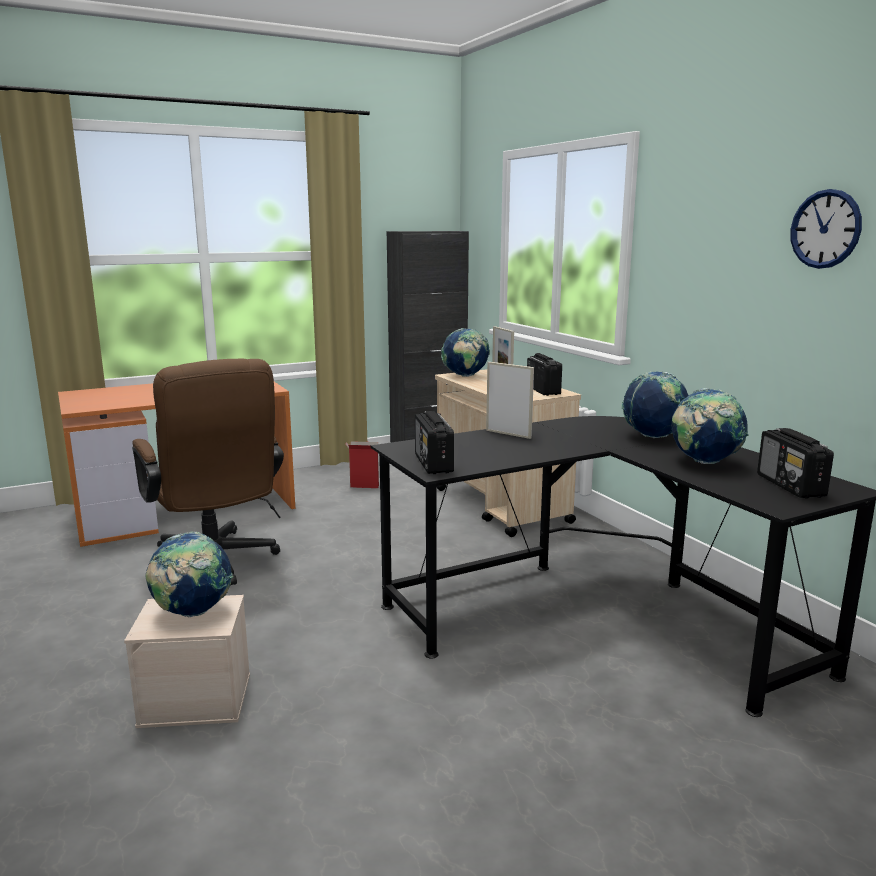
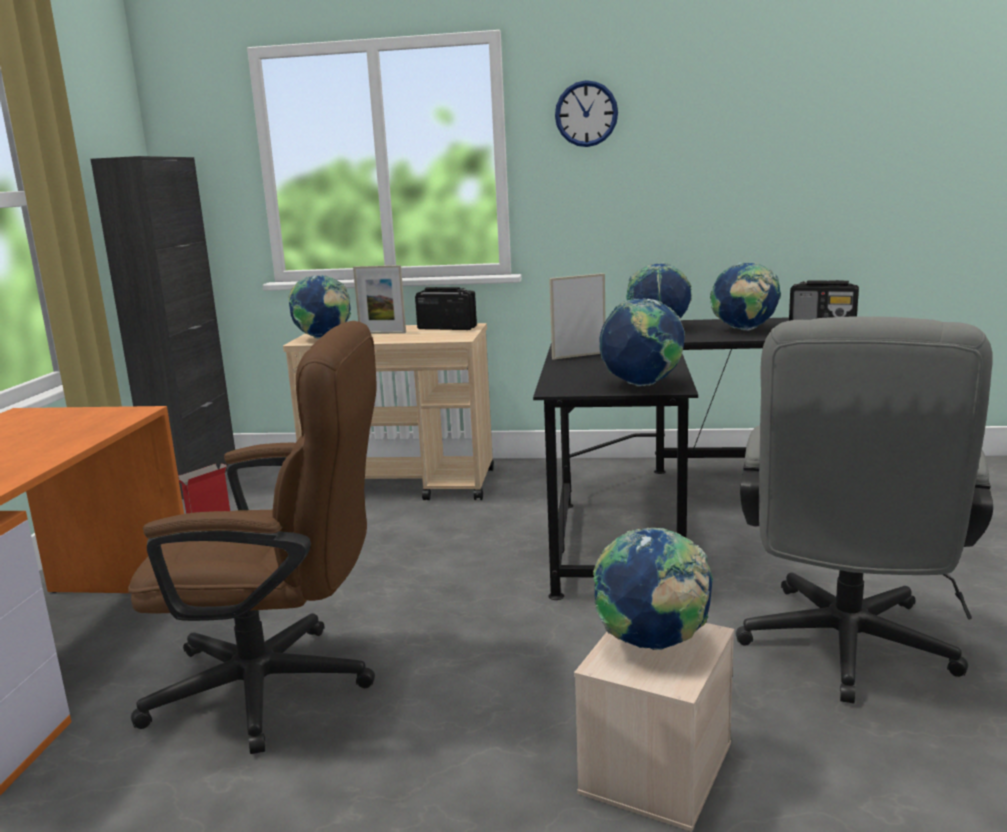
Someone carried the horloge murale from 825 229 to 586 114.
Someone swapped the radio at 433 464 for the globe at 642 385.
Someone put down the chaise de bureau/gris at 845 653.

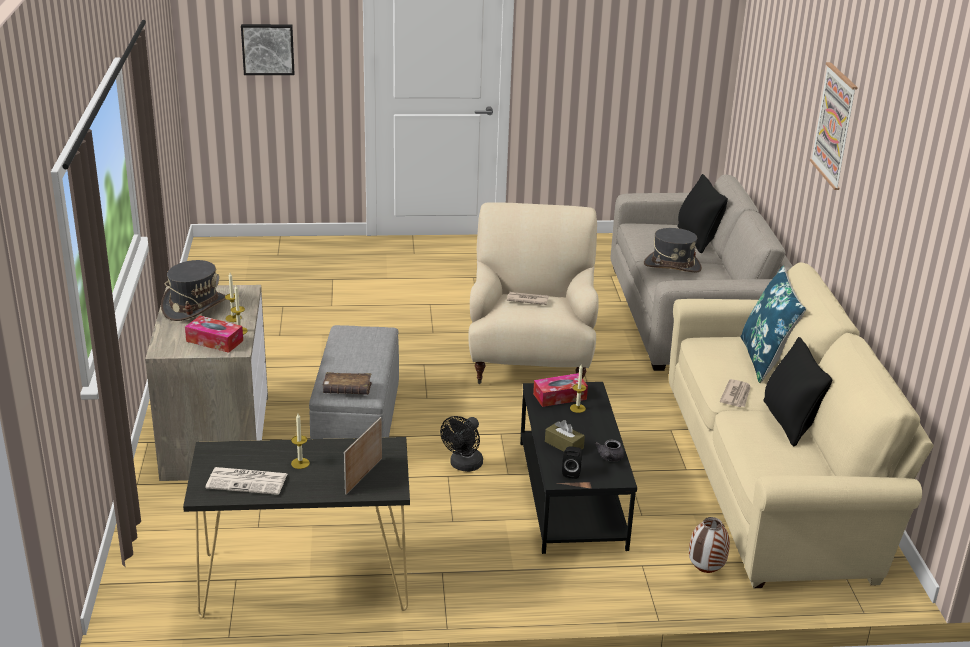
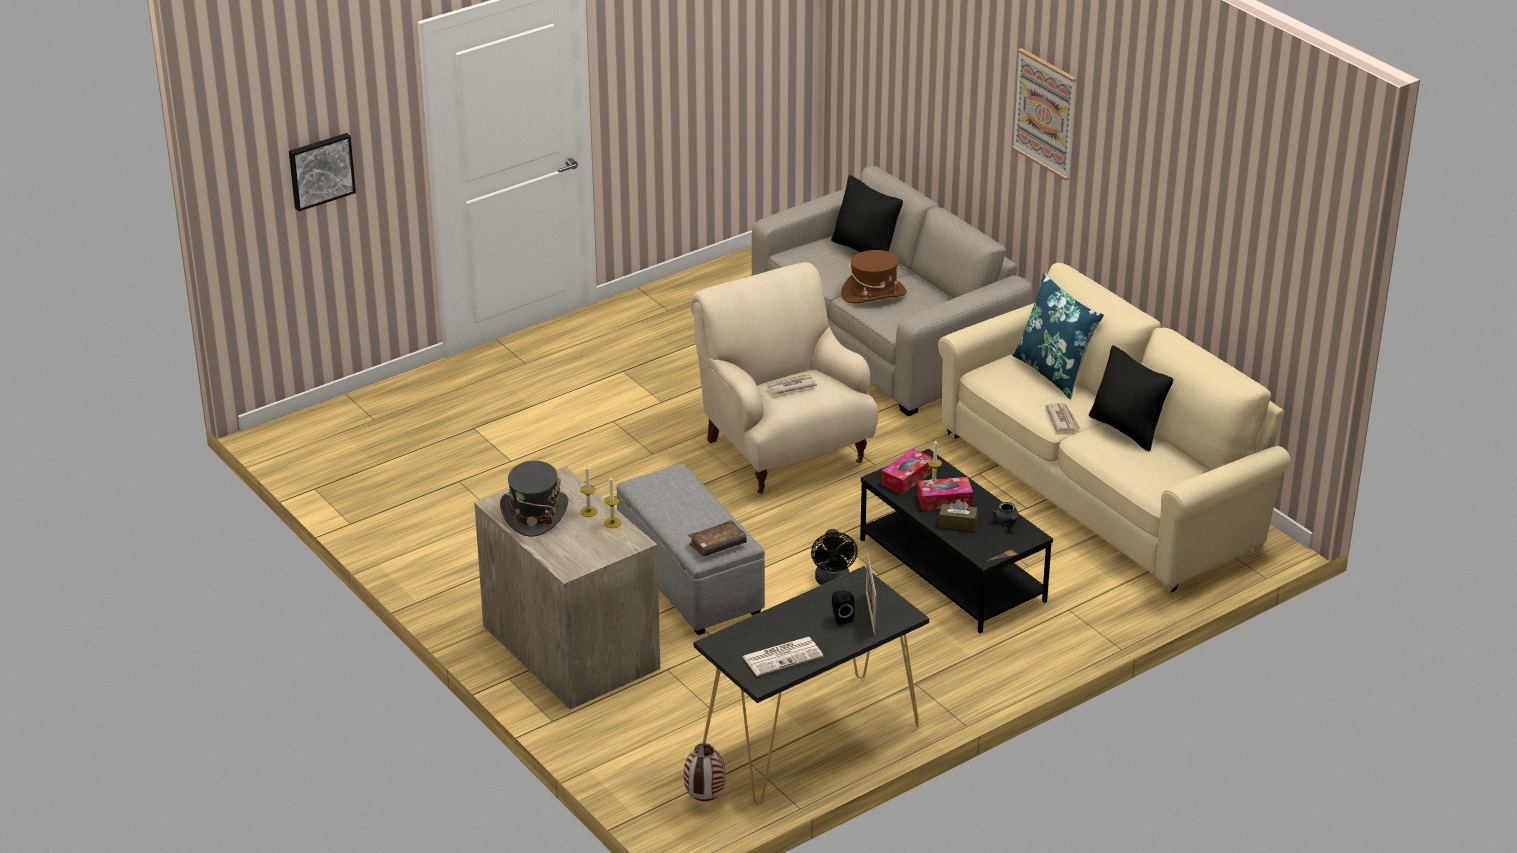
Someone carried the vase from 705 571 to 705 799.
Someone carried the enceinte/noir from 572 472 to 841 617.
Someone repainted the chapeau/gris at 672 266, which became the chapeau/marron at 873 294.
Someone carried the boîte à mouchoirs from 214 341 to 944 500.
Someone took away the bougie at 300 463.

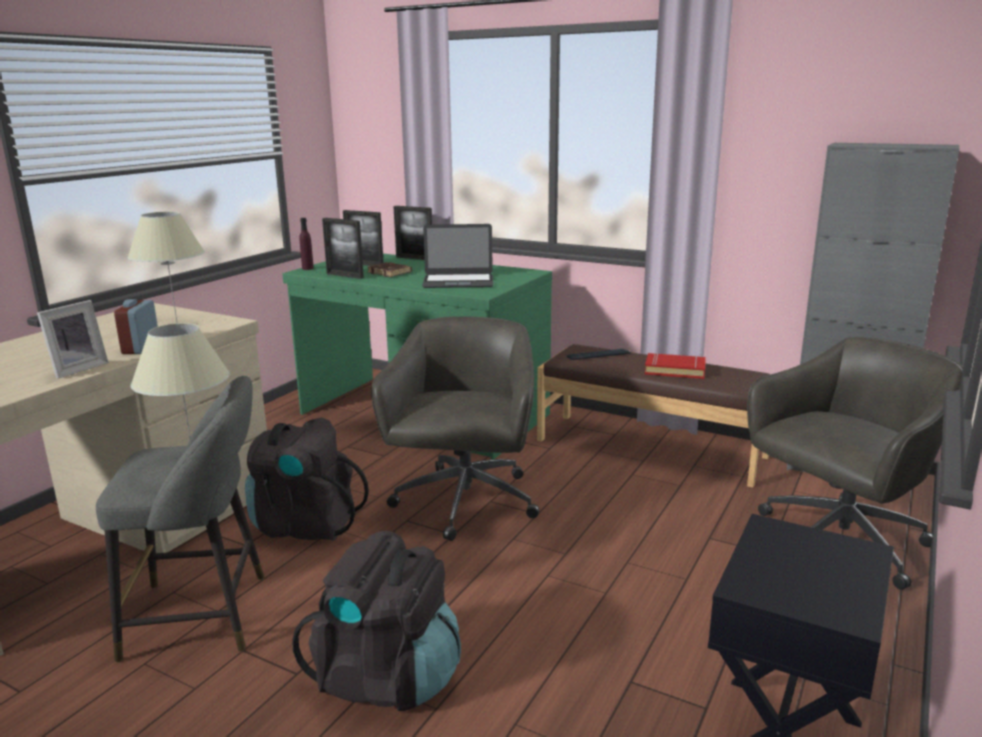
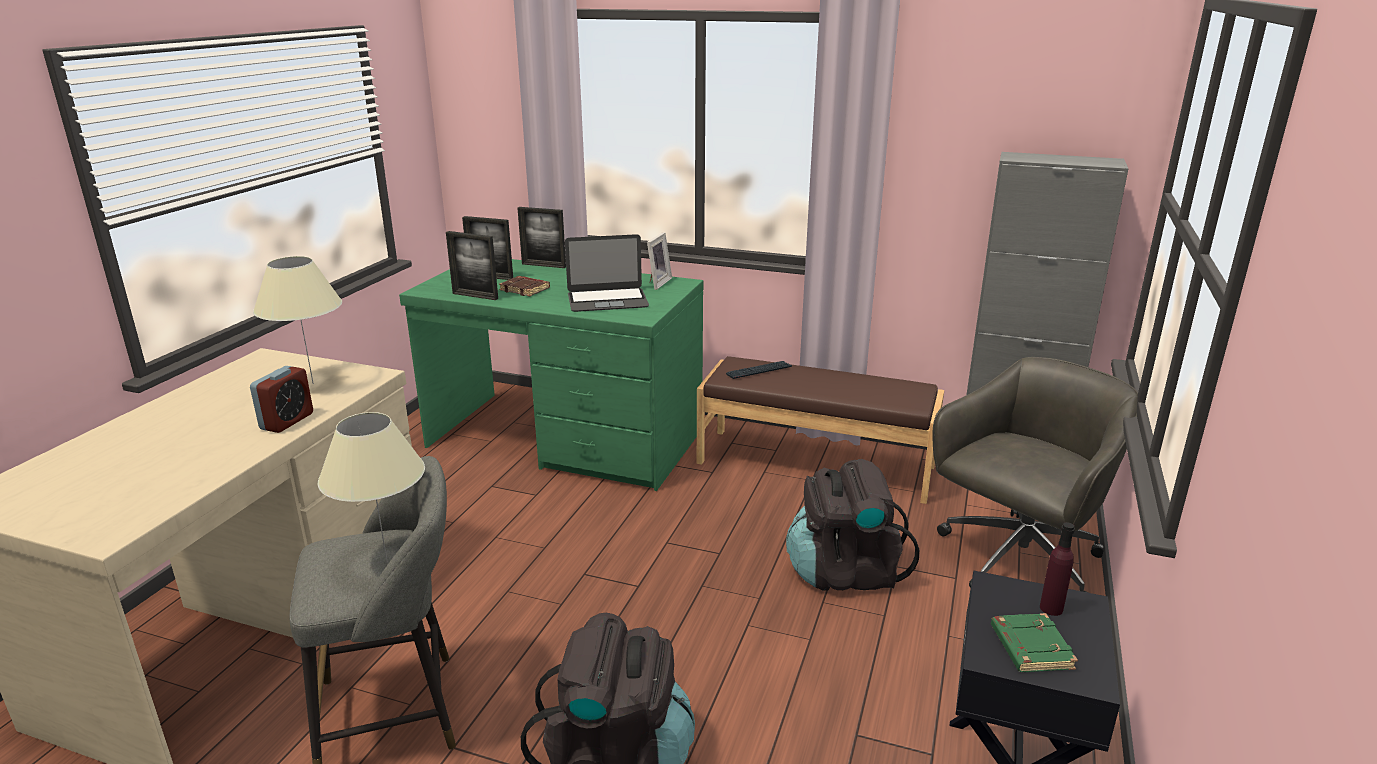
Someone rotated the réveil at 141 348 by 150 degrees counterclockwise.
Someone carried the cadre photo from 77 369 to 656 283.
Someone carried the sac à dos/noir from 305 525 to 844 572.
Someone put down the livre/vert at 1029 647.
Someone carried the bouteille/violet from 307 268 to 1051 608.
Someone took away the chaise de bureau/gris at 464 503.
Someone took away the livre/rouge at 675 370.

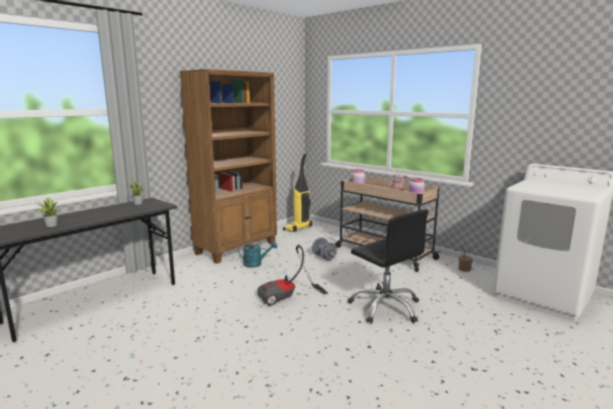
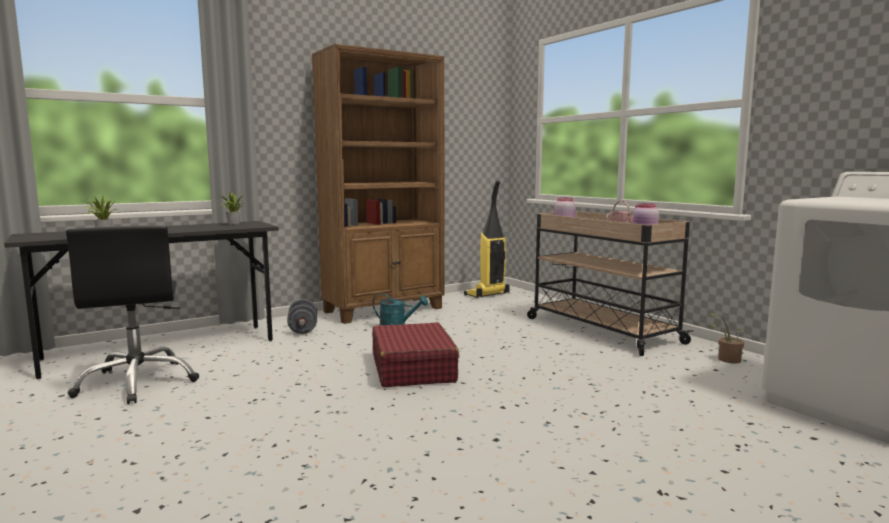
Someone carried the chaise de bureau/noir from 385 307 to 138 382.
Someone carried the haltère/gris from 324 257 to 303 329.
Someone swapped the aspirateur at 287 298 for the valise/rouge at 413 369.

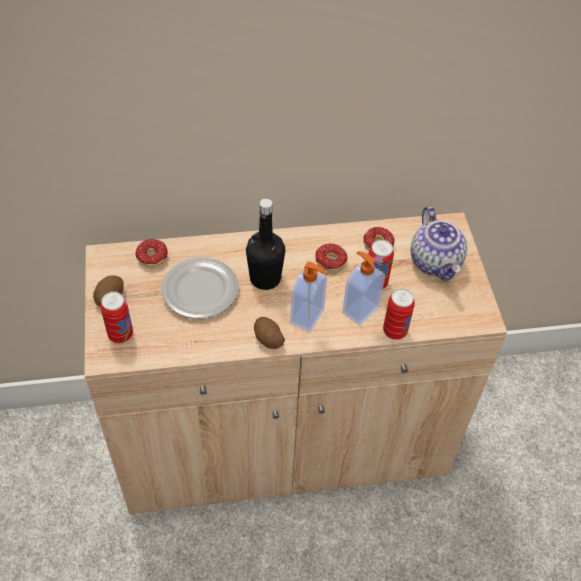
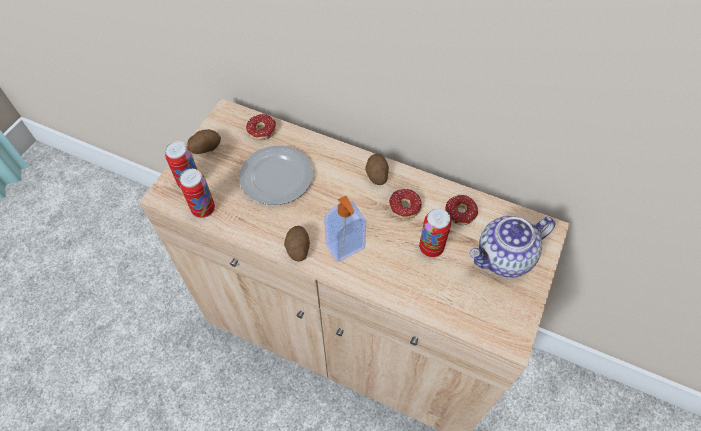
Someone carried the boîte métallique from 395 331 to 203 209.
Someone put down the pomme de terre at 376 175.
Someone rotated the théière at 436 262 by 45 degrees clockwise.
Someone took away the bouteille/noir at 265 278.
Someone took away the distributeur de savon at 359 309.

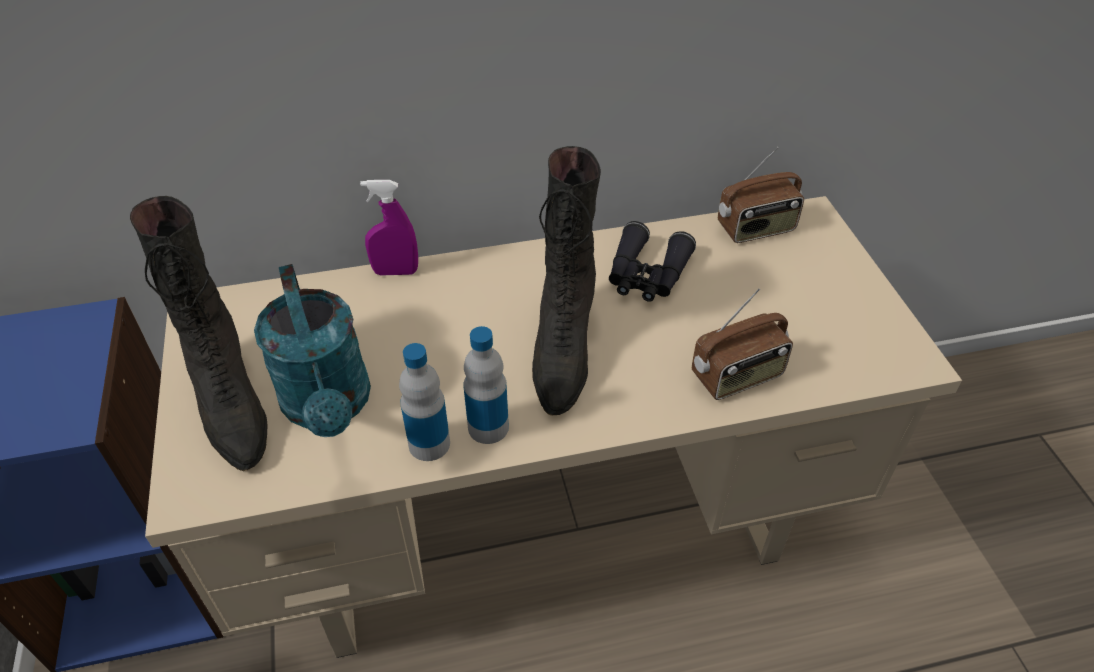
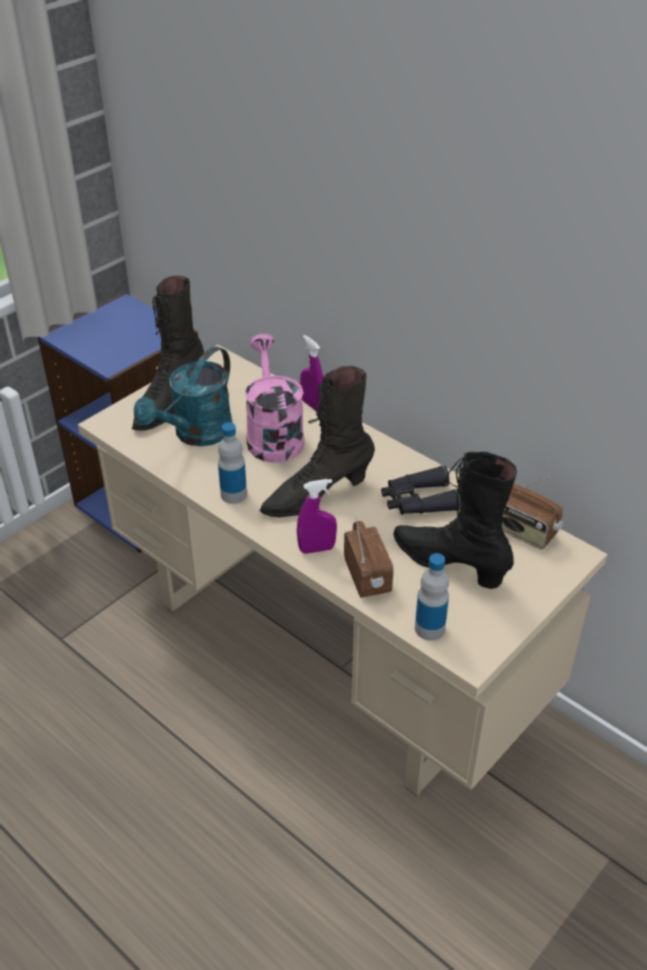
Someone put down the arrosoir/rose at 273 435.
Someone put down the vaporisateur/violet at 317 549.
Someone rotated the radio at 737 377 by 135 degrees counterclockwise.
Someone put down the botte/noir at 449 564.
Someone carried the bouteille from 429 444 to 429 628.

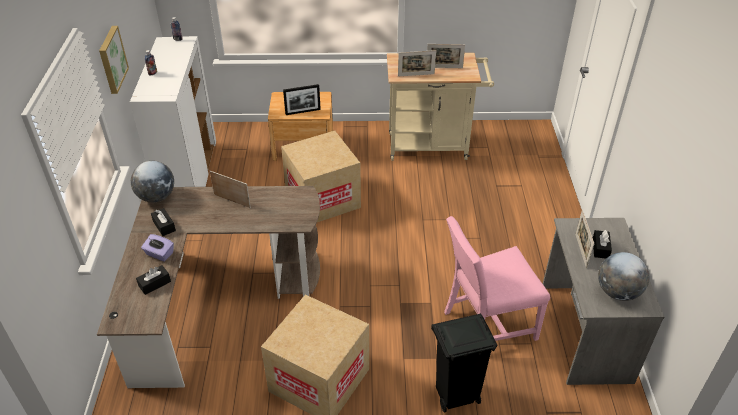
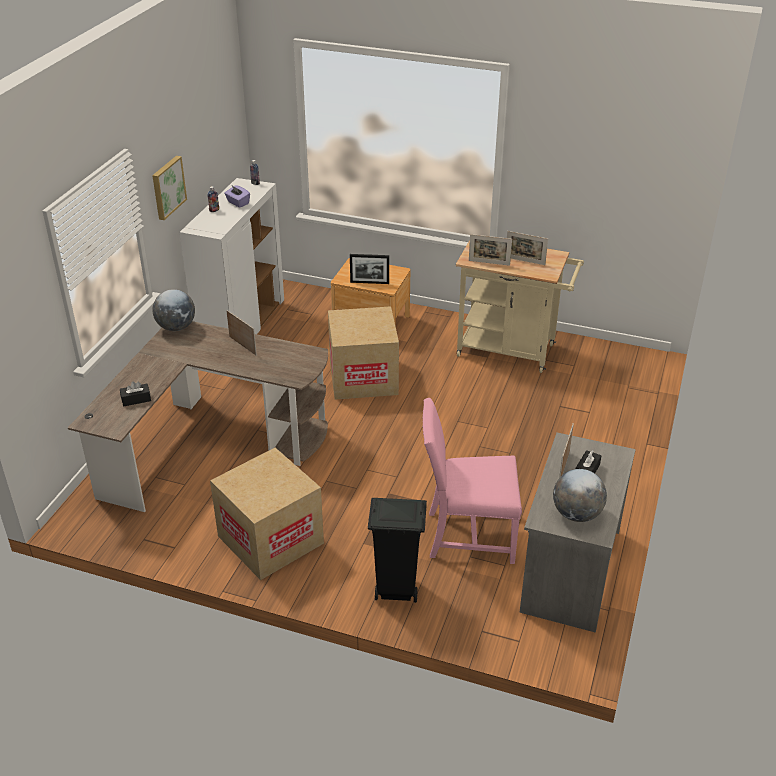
Someone carried the boîte à mouchoirs/violet from 159 254 to 238 203.
Someone took away the boîte à mouchoirs/noir at 164 226.

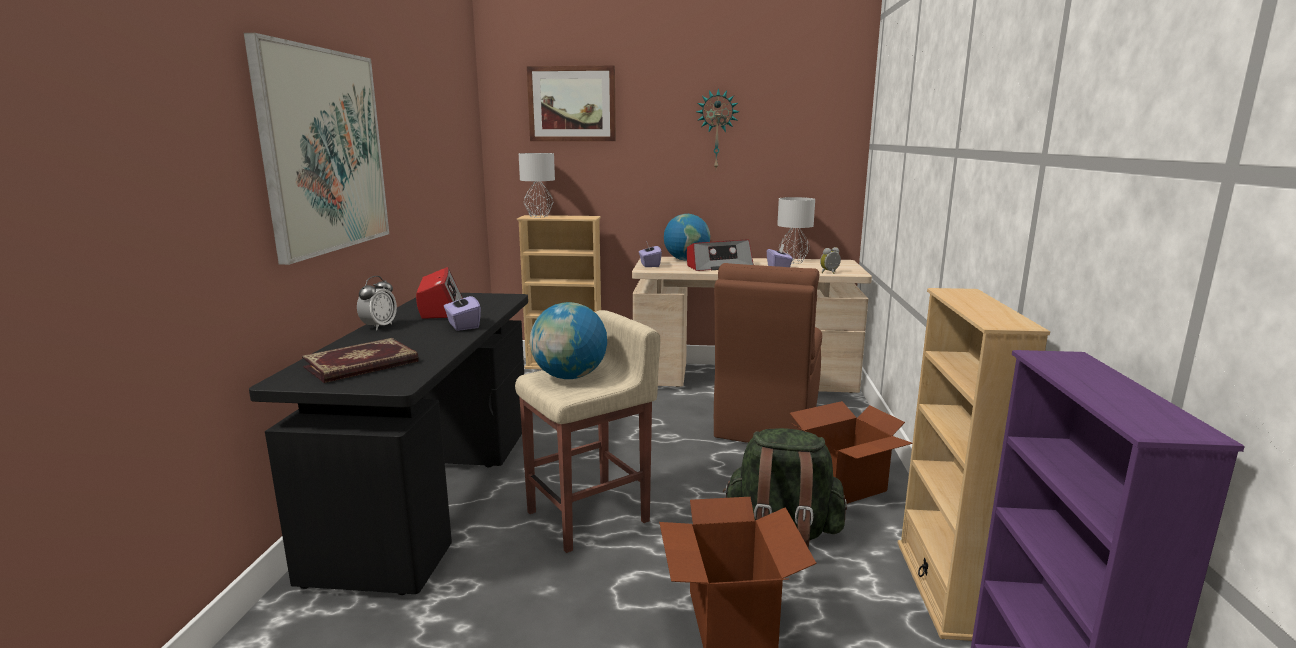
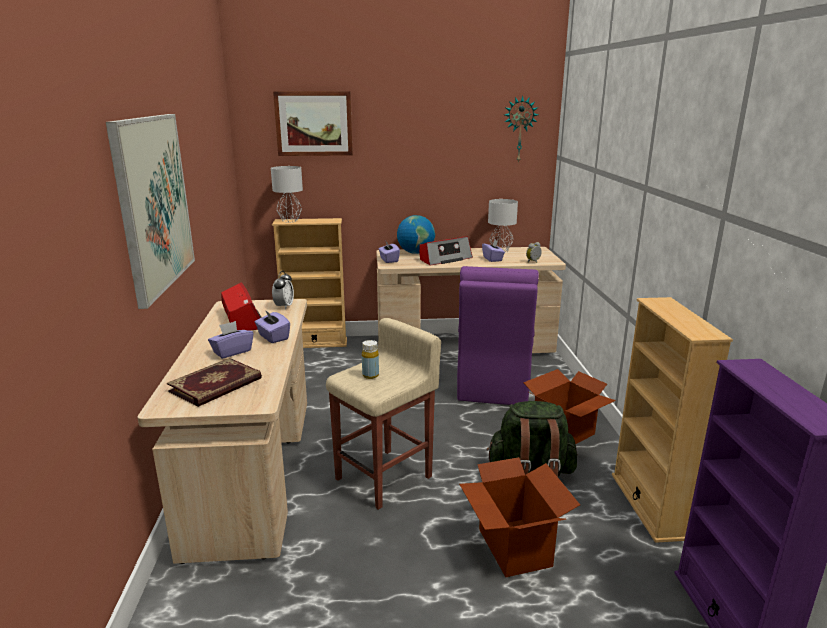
Someone repainted the bureau/noir at 434 493, which became the bureau/beige at 253 471.
Someone put down the boîte à mouchoirs/violet at 232 352.
Someone carried the réveil from 379 326 to 284 306.
Someone swapped the globe at 570 377 for the bouteille/jaune at 370 375.
Someone repainted the chaise/marron at 765 423, which became the chaise/violet at 493 385.
Someone carried the horloge murale from 717 130 to 519 129.

